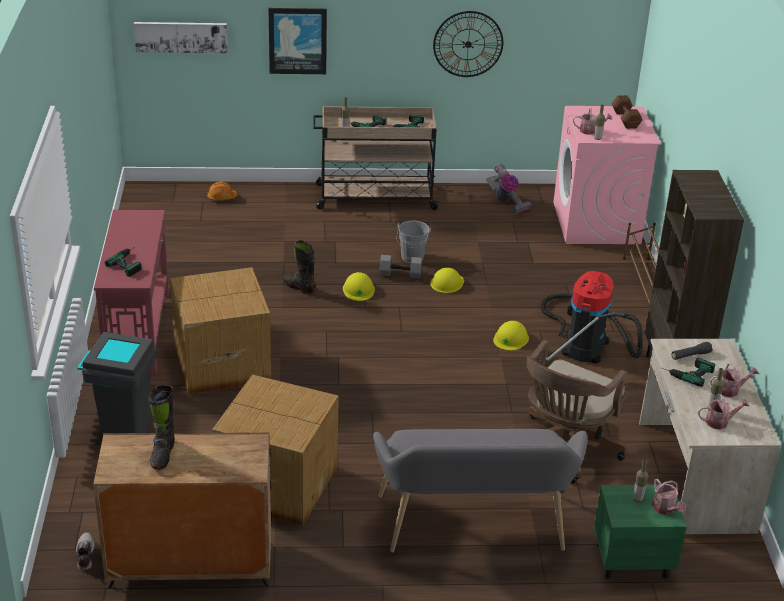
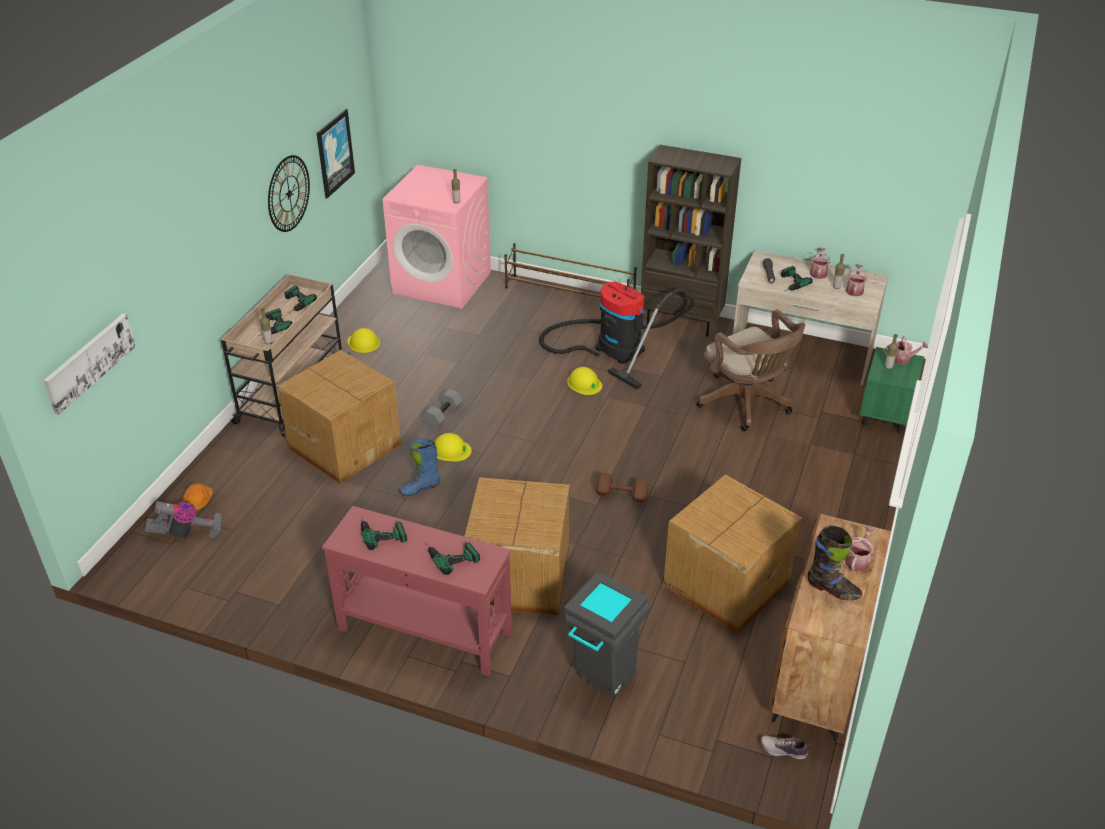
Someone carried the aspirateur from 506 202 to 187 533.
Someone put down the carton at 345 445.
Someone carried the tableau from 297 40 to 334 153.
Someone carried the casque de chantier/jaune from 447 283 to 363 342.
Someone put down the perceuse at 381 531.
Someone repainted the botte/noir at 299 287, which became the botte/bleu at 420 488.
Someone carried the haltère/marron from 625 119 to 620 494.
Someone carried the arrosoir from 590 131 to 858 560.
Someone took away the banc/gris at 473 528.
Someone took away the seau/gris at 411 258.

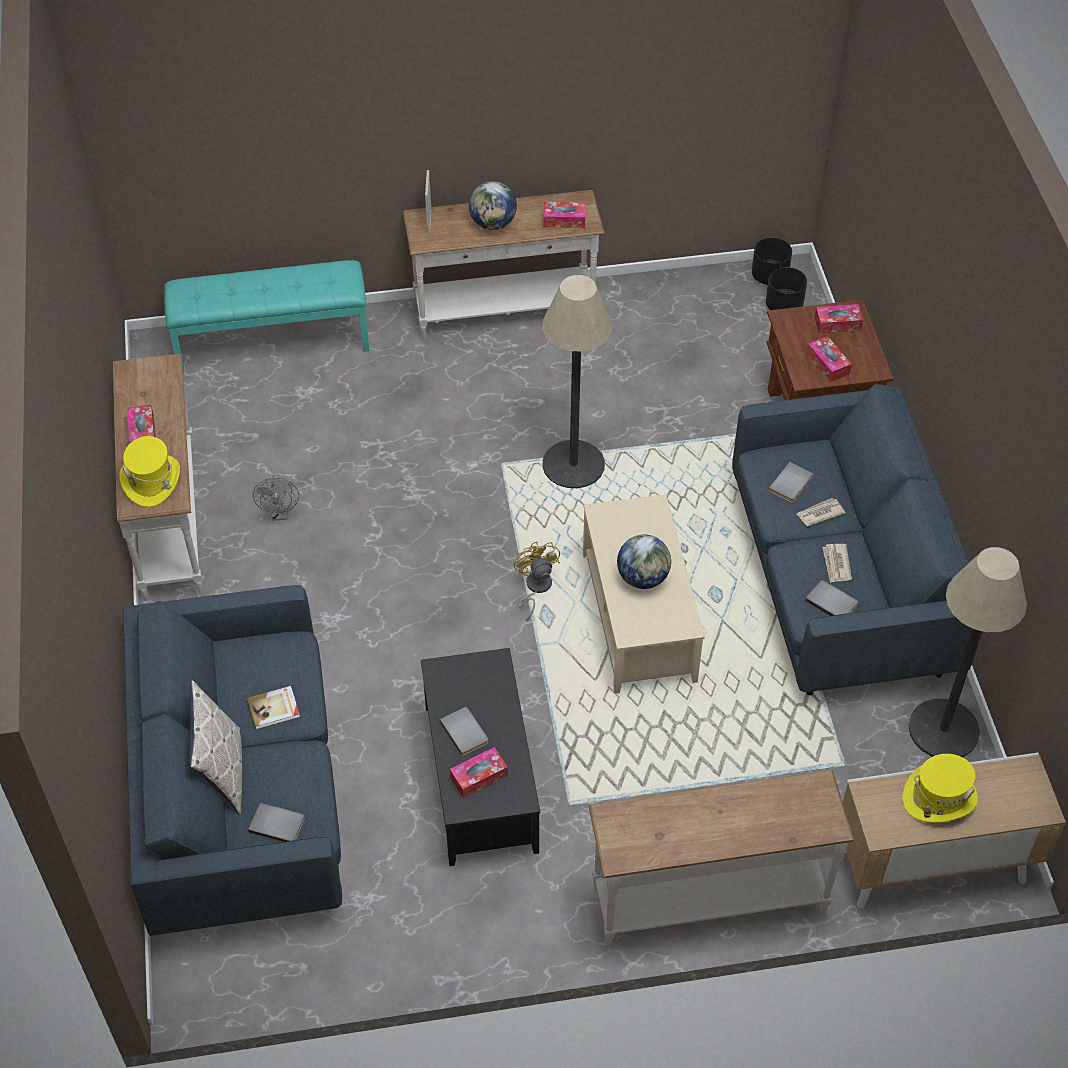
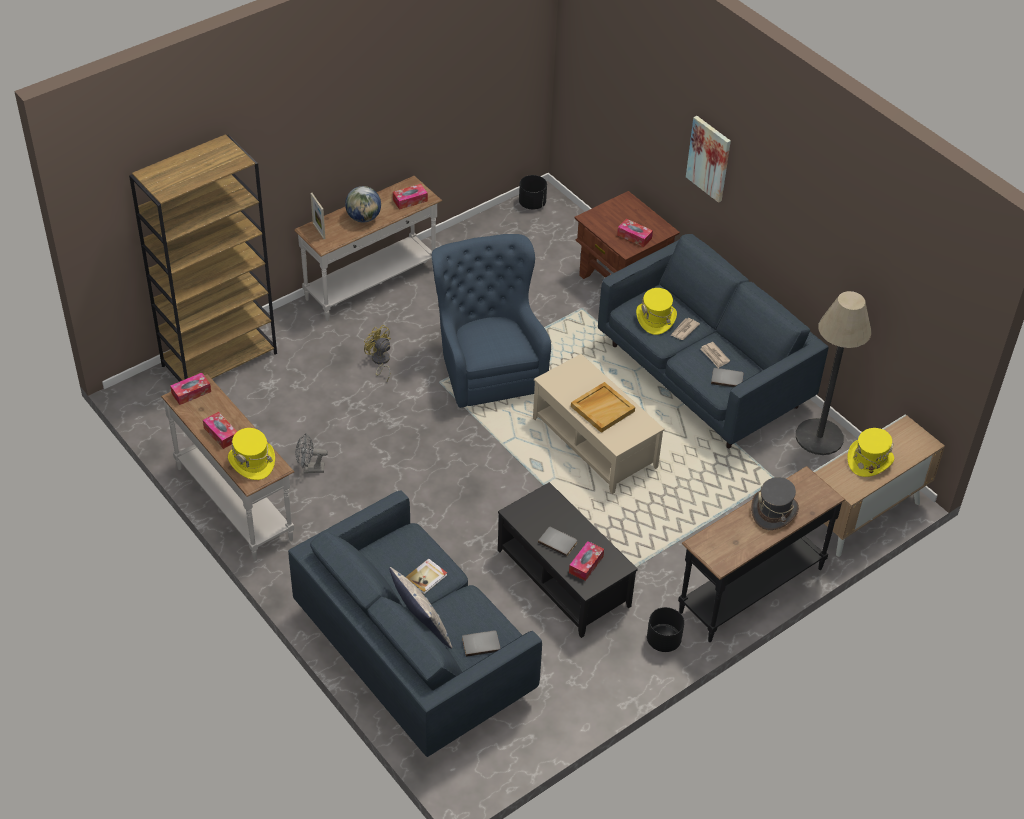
Someone swapped the banc/turquoise at 272 341 for the bibliothèque/marron at 220 359.
Someone carried the boîte à mouchoirs from 837 324 to 191 392.
Someone rotated the ventilateur/gris at 280 514 by 120 degrees clockwise.
Someone carried the ventilateur/jaune from 535 588 to 380 361.
Someone swapped the lampadaire at 573 465 for the fauteuil/bleu at 487 365.
Someone swapped the globe at 643 578 for the plateau/beige at 602 408.
Someone swapped the livre/gris at 792 484 for the chapeau/jaune at 655 319.
Someone carried the cache-pot/noir from 783 306 to 663 641.
Someone repainted the table console/blanc at 708 899, which became the table console/noir at 750 589.
Someone put up the tableau at 709 158.
Someone put down the chapeau/gris at 774 511.

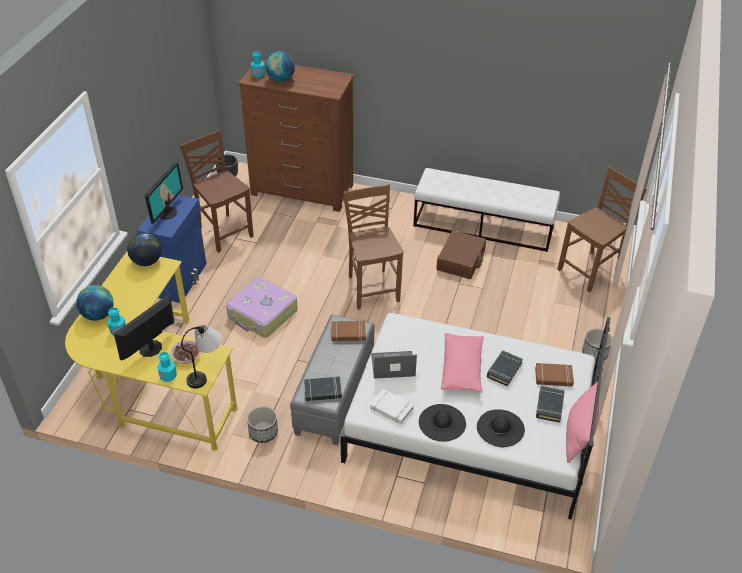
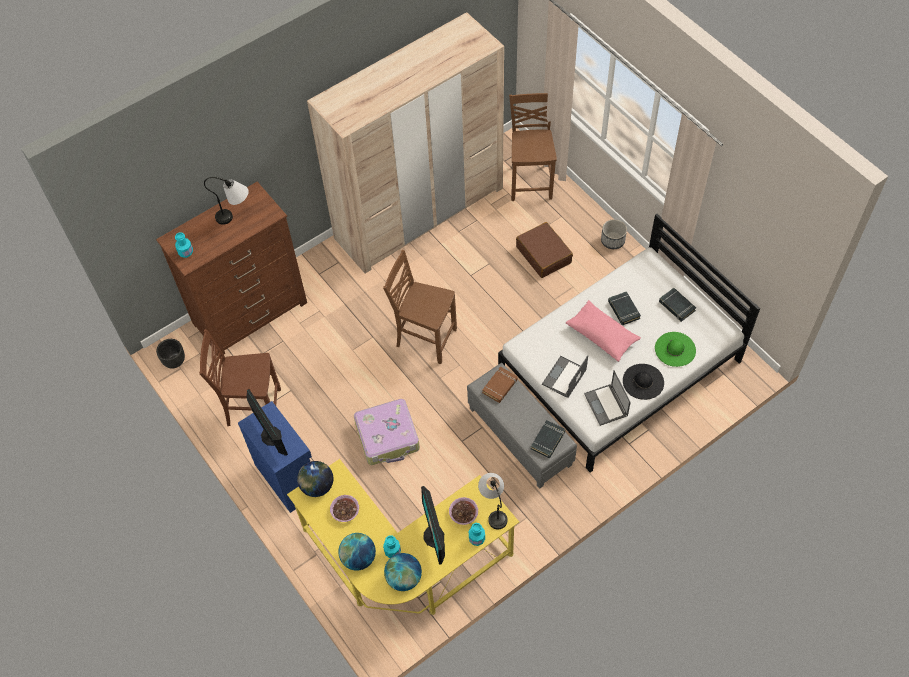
Someone put down the lampe de table at 236 217.
Someone swapped the banc/blanc at 484 226 for the armoire/beige at 420 213.
Someone put down the bol at 345 511.
Someone carried the globe from 281 79 to 404 578.
Someone carried the valise/marron from 461 261 to 544 255.
Someone swapped the livre/blanc at 391 409 for the ordinateur portable at 606 405.
Someone repainted the chapeau/noir at 500 428, which became the chapeau/vert at 675 349.
Someone took away the cache-pot at 263 432.
Someone took away the livre/marron at 553 377.
Someone took away the coussin/rose at 579 433.

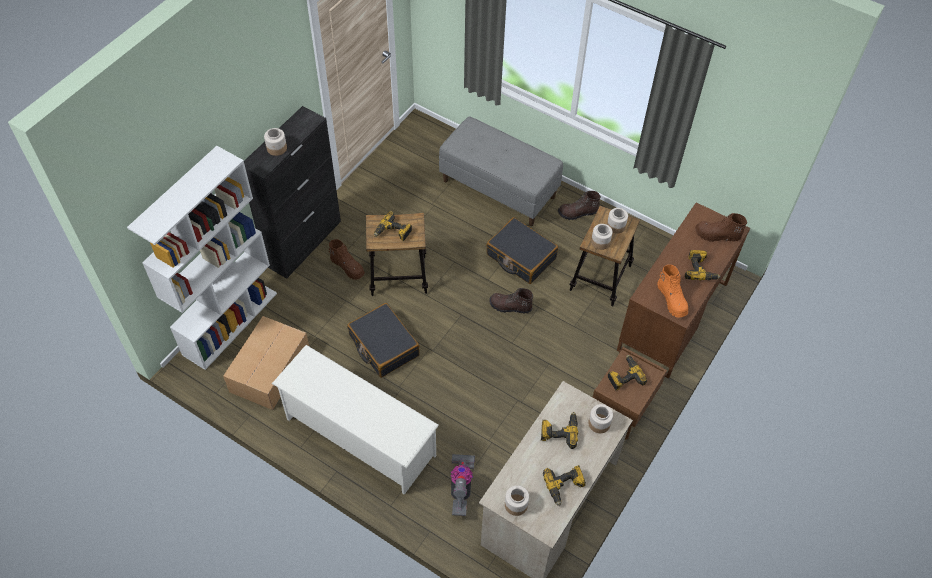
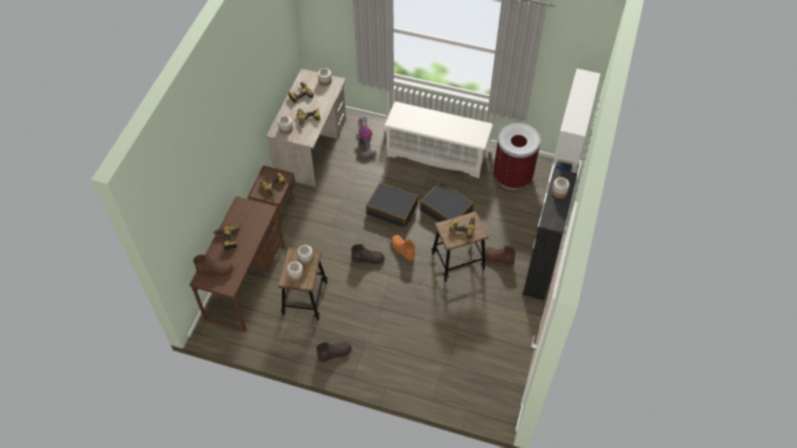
Someone carried the valise/noir from 521 257 to 392 209.
Someone carried the botte/orange from 672 300 to 402 250.
Someone swapped the carton at 269 371 for the poubelle at 512 177.
Someone took away the banc/gris at 499 189.

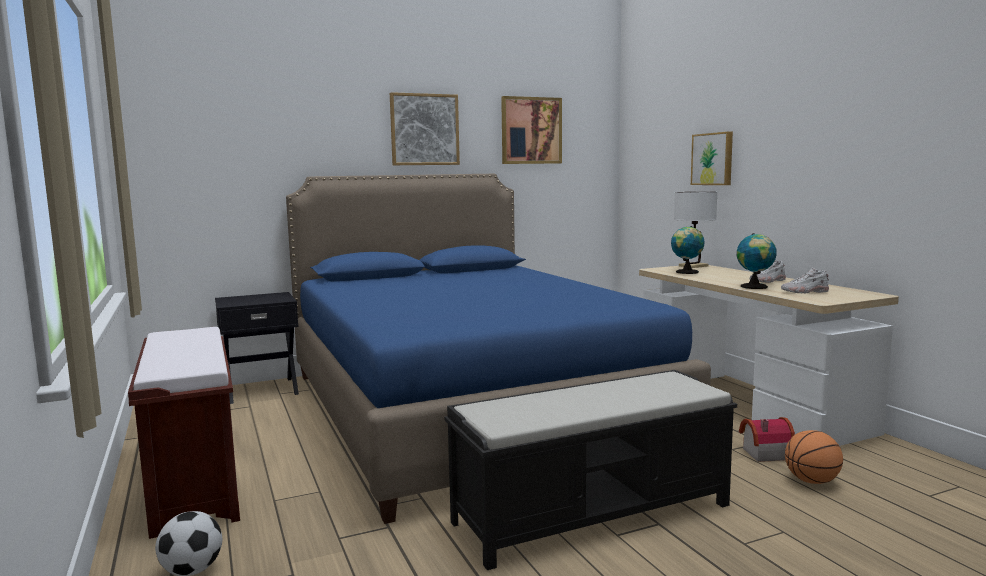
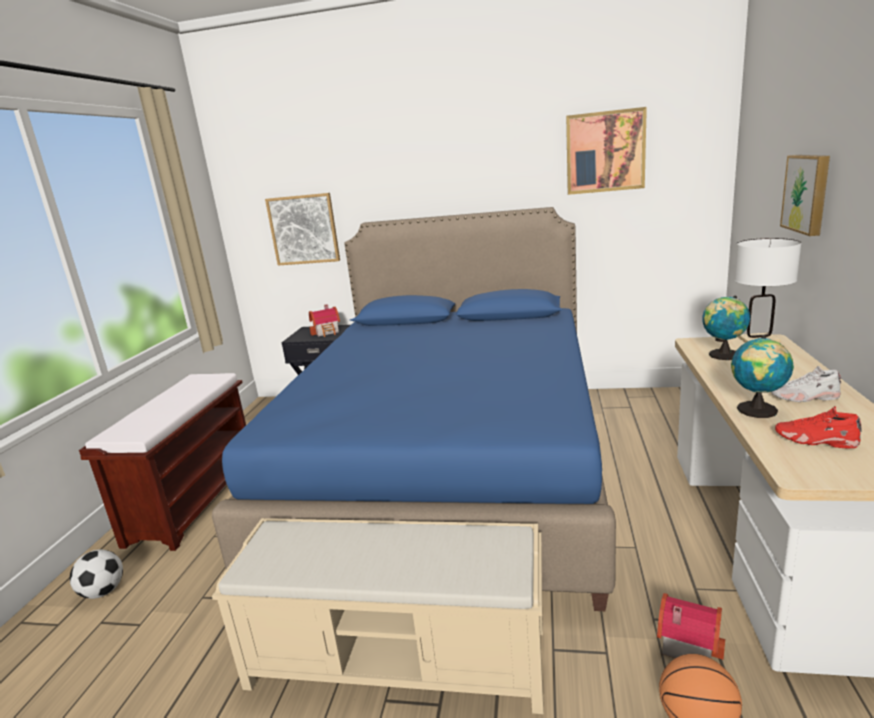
Someone repainted the banc/noir at 594 513, which became the banc/beige at 399 657.
Someone carried the tableau from 424 129 to 304 229.
Someone put down the maison miniature at 327 332.
Someone repainted the chaussure/blanc at 804 292, which became the chaussure/rouge at 815 440.

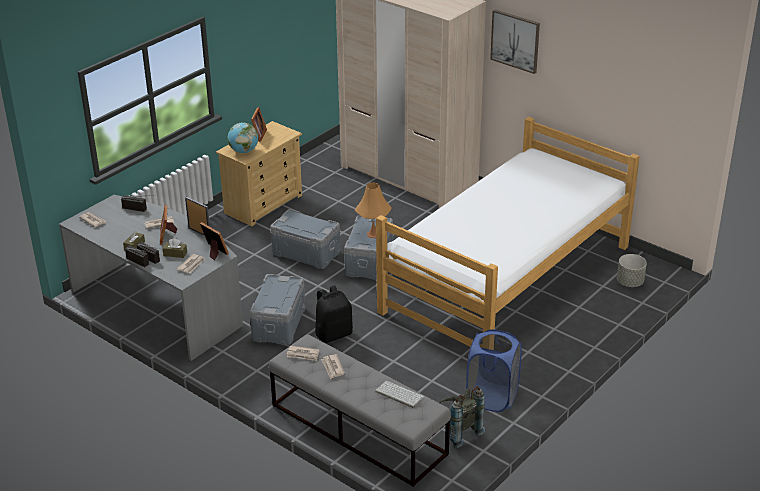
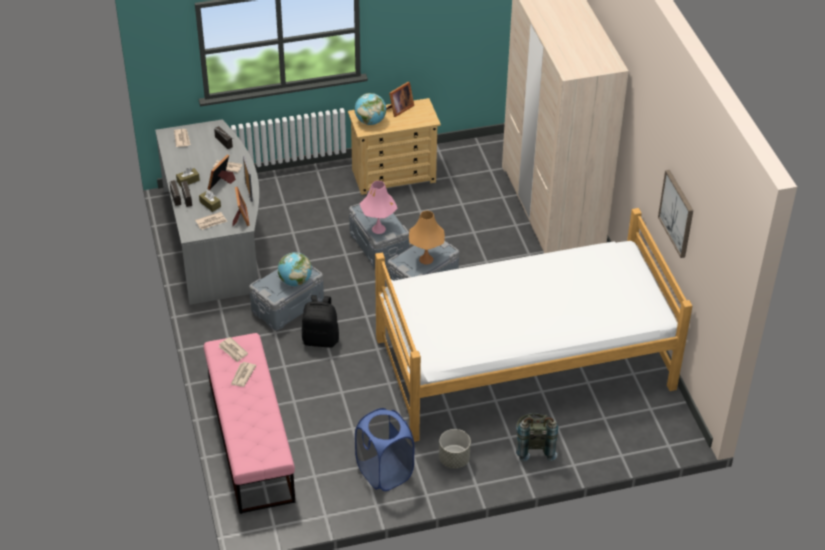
Someone repainted the banc/gris at 357 429, which became the banc/rose at 250 438.
Someone put down the globe at 295 281.
Someone put down the lampe de table/rose at 378 229.
Someone carried the cache-pot/gris from 630 282 to 454 459.
Someone carried the sac à dos/gris from 456 431 to 533 447.
Someone carried the tableau from 515 40 to 677 213.
Someone took away the clavier at 398 394.

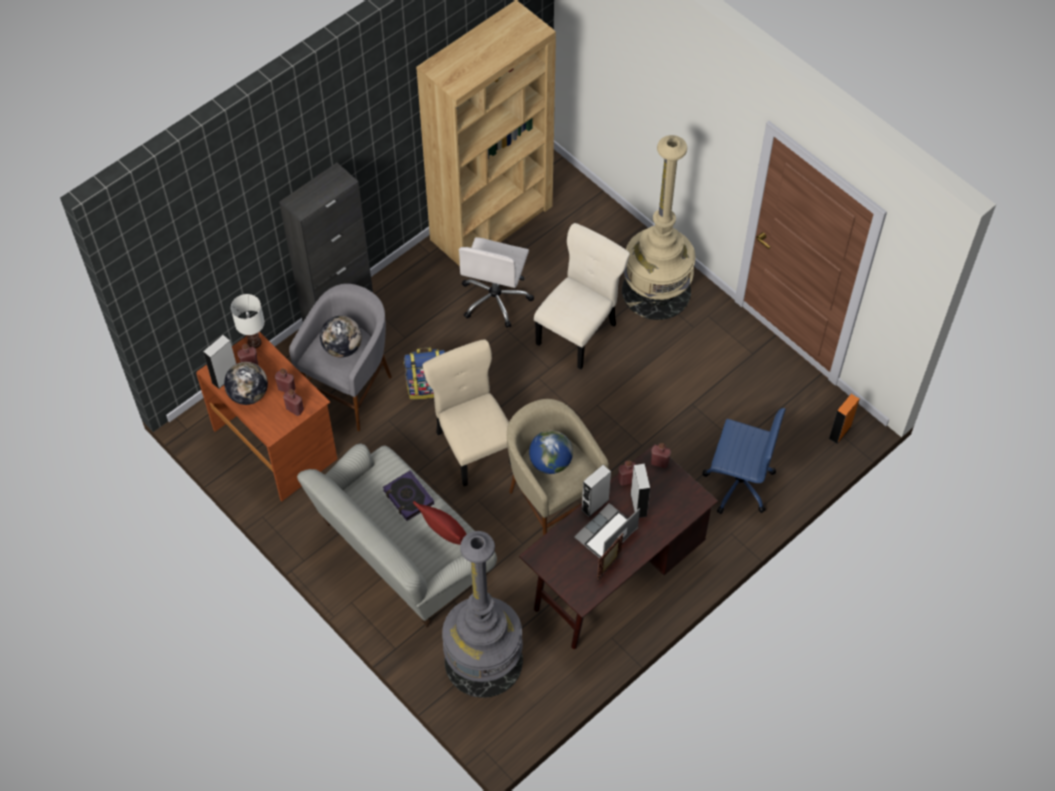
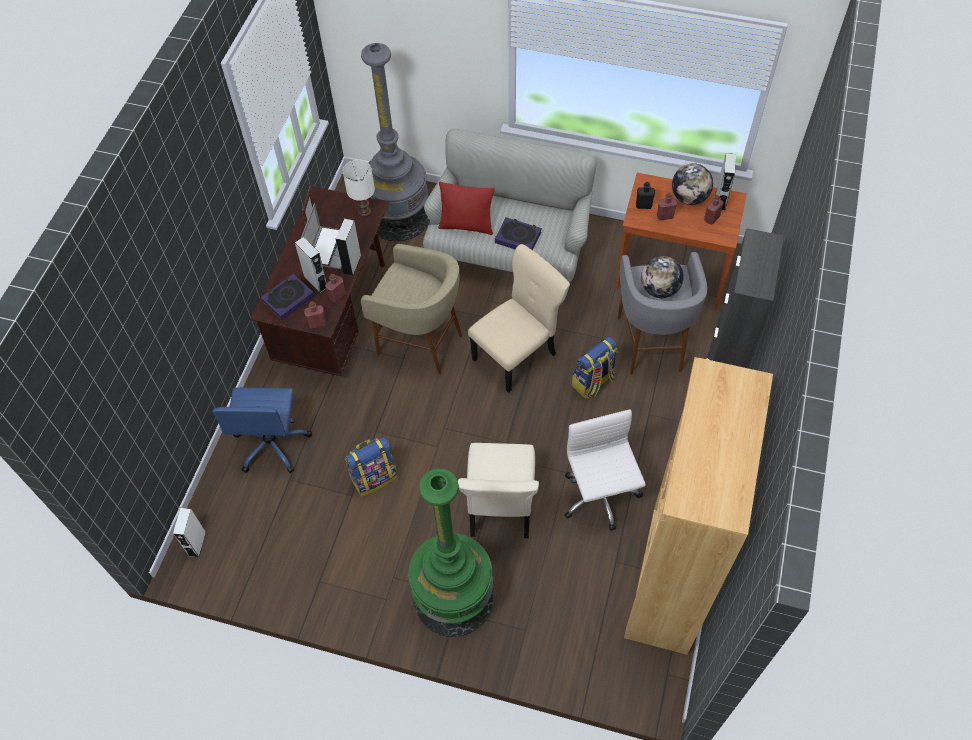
Someone repainted the enceinte/orange at 840 432, which became the enceinte/blanc at 197 544.
Someone rotated the chaise de bureau/bleu at 738 483 by 75 degrees counterclockwise.
Someone put down the livre at 288 299.
Someone carried the lampe de table/blanc from 254 342 to 365 212.
Someone put down the sac à dos at 374 477.
Someone repainted the lampadaire/beige at 656 291, which became the lampadaire/vert at 453 597.
Someone rotated the chaise/beige at 473 446 by 75 degrees counterclockwise.
Someone repainted the bouteille/rouge at 295 409, which became the bouteille/noir at 643 205.
Someone took away the globe at 550 462.

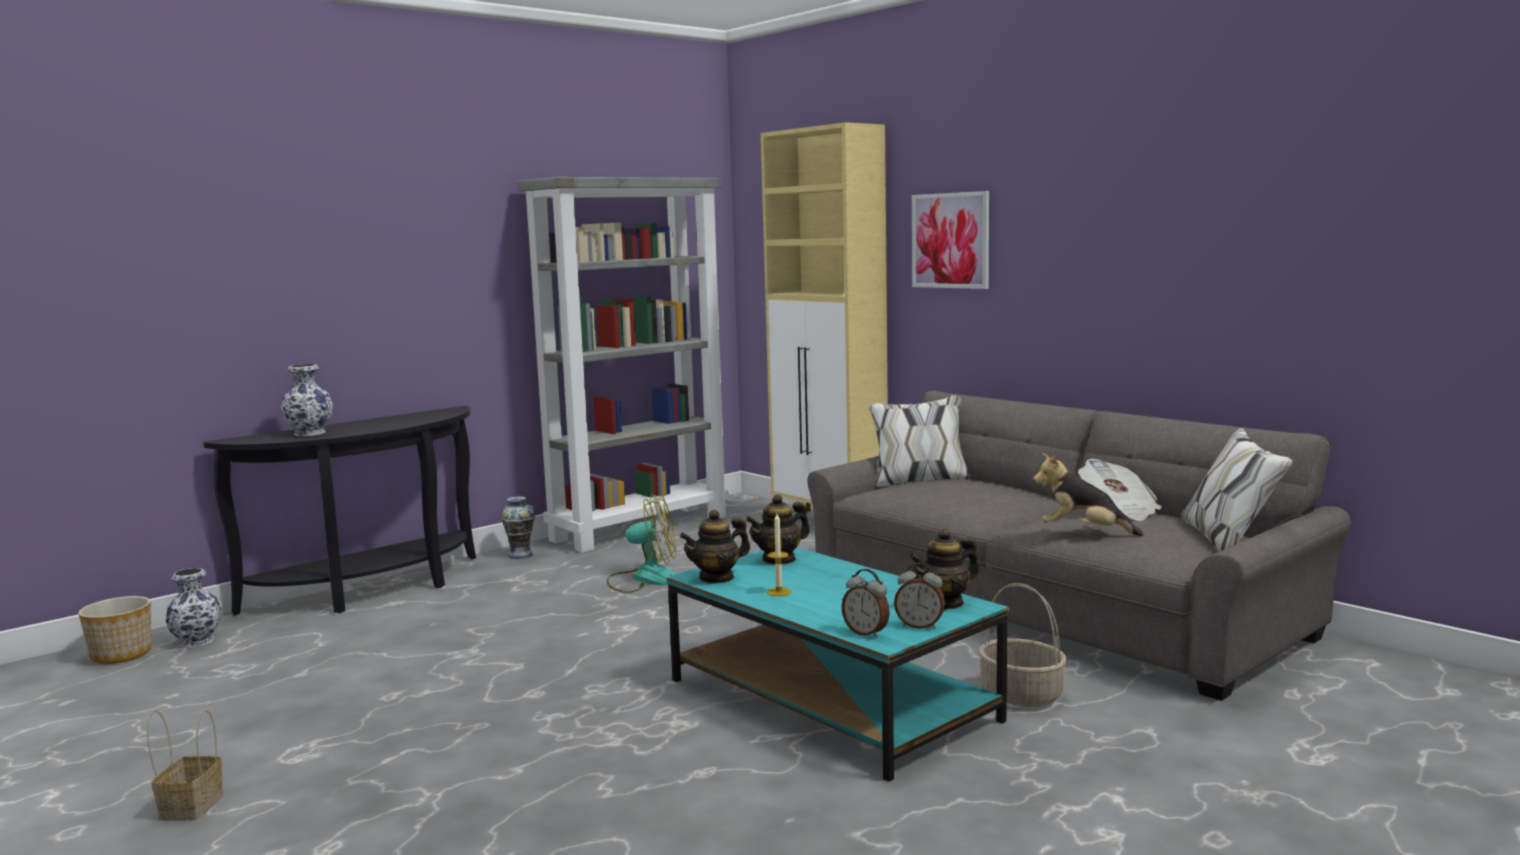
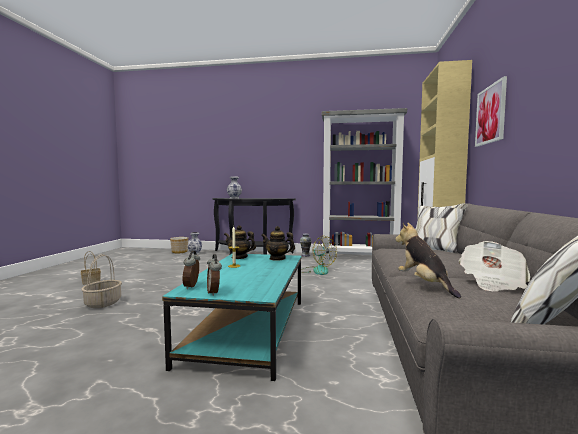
Someone carried the panier from 1020 695 to 103 303.
Someone took away the théière at 945 603.

